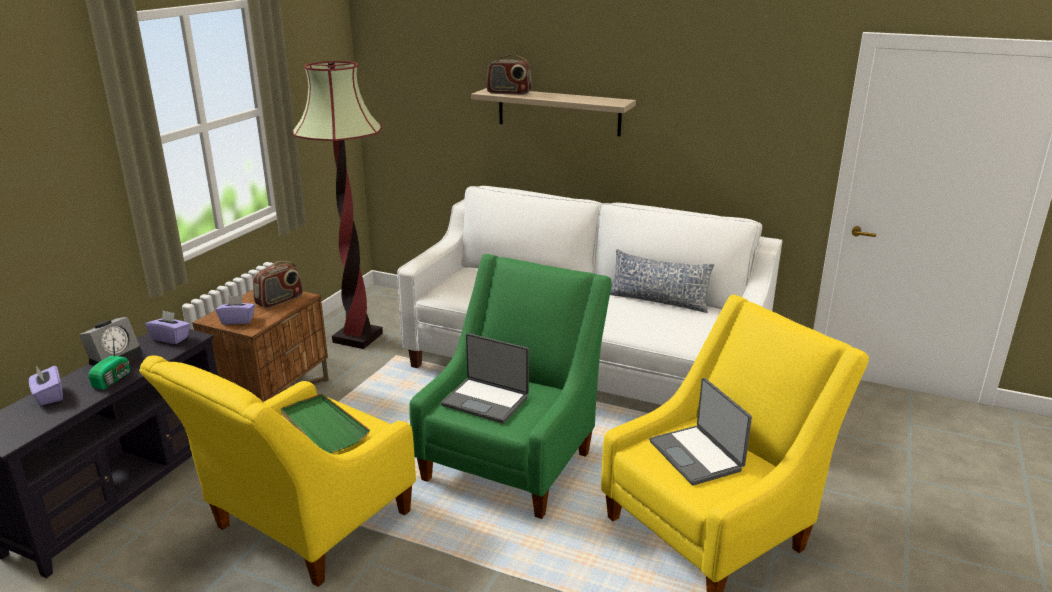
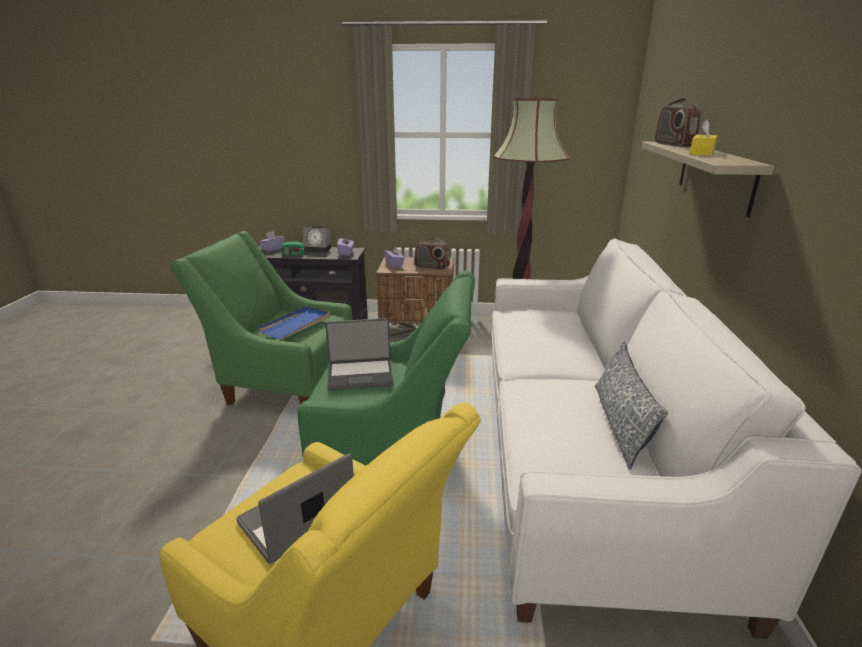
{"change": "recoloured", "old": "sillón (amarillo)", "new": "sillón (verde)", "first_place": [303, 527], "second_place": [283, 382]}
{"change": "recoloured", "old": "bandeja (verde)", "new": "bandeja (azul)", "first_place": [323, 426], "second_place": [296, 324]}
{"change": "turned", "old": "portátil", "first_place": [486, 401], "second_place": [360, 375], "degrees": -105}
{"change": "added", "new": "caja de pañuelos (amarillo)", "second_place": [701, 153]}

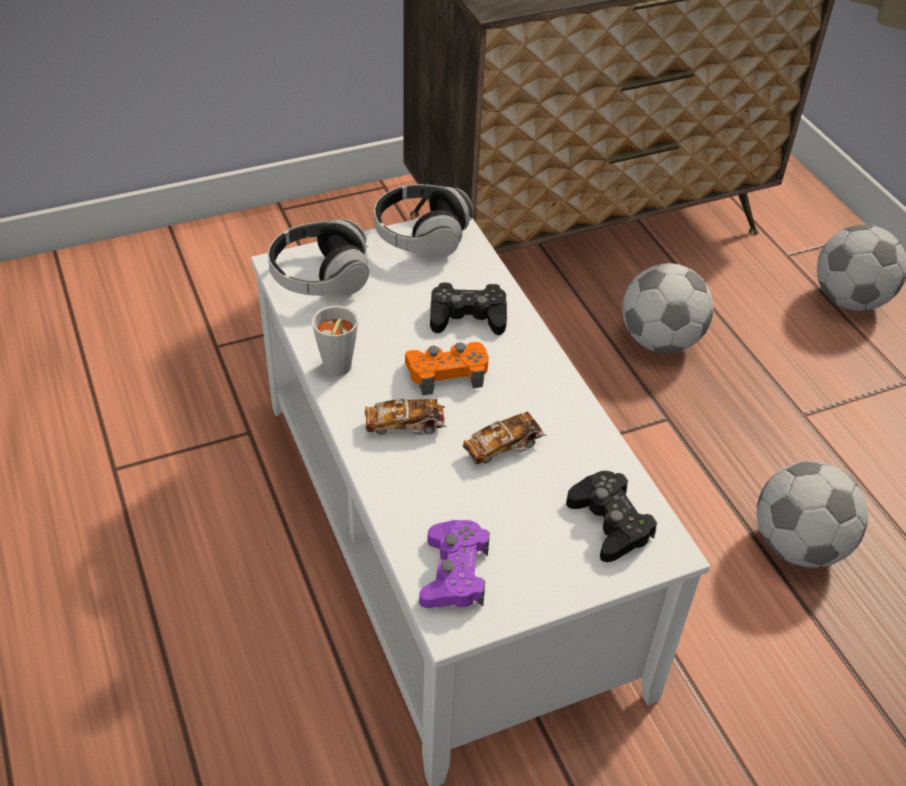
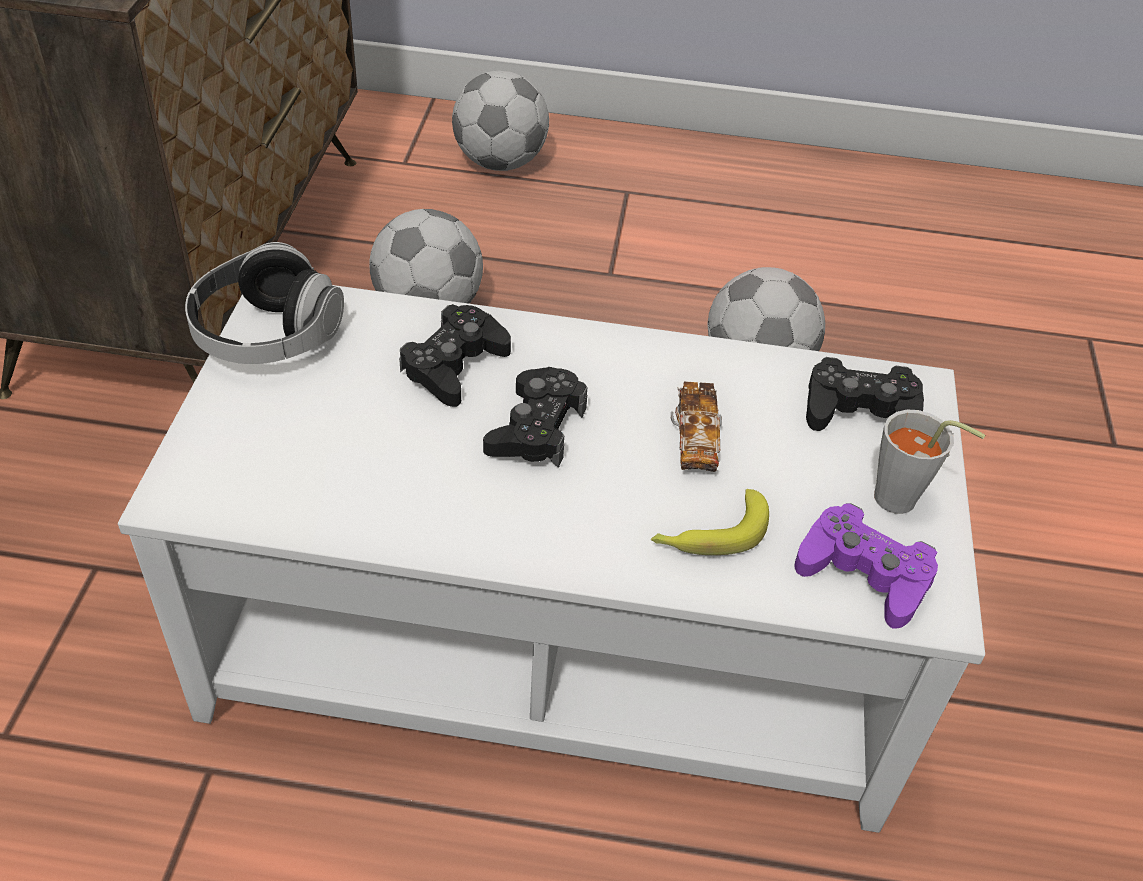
{"change": "removed", "old": "auriculares", "first_place": [320, 277]}
{"change": "moved", "old": "taza (gris)", "first_place": [336, 371], "second_place": [904, 503]}
{"change": "removed", "old": "coche de juguete", "first_place": [405, 426]}
{"change": "recoloured", "old": "mando de consola (naranja)", "new": "mando de consola (negro)", "first_place": [447, 373], "second_place": [536, 428]}
{"change": "added", "new": "plátano", "second_place": [709, 534]}

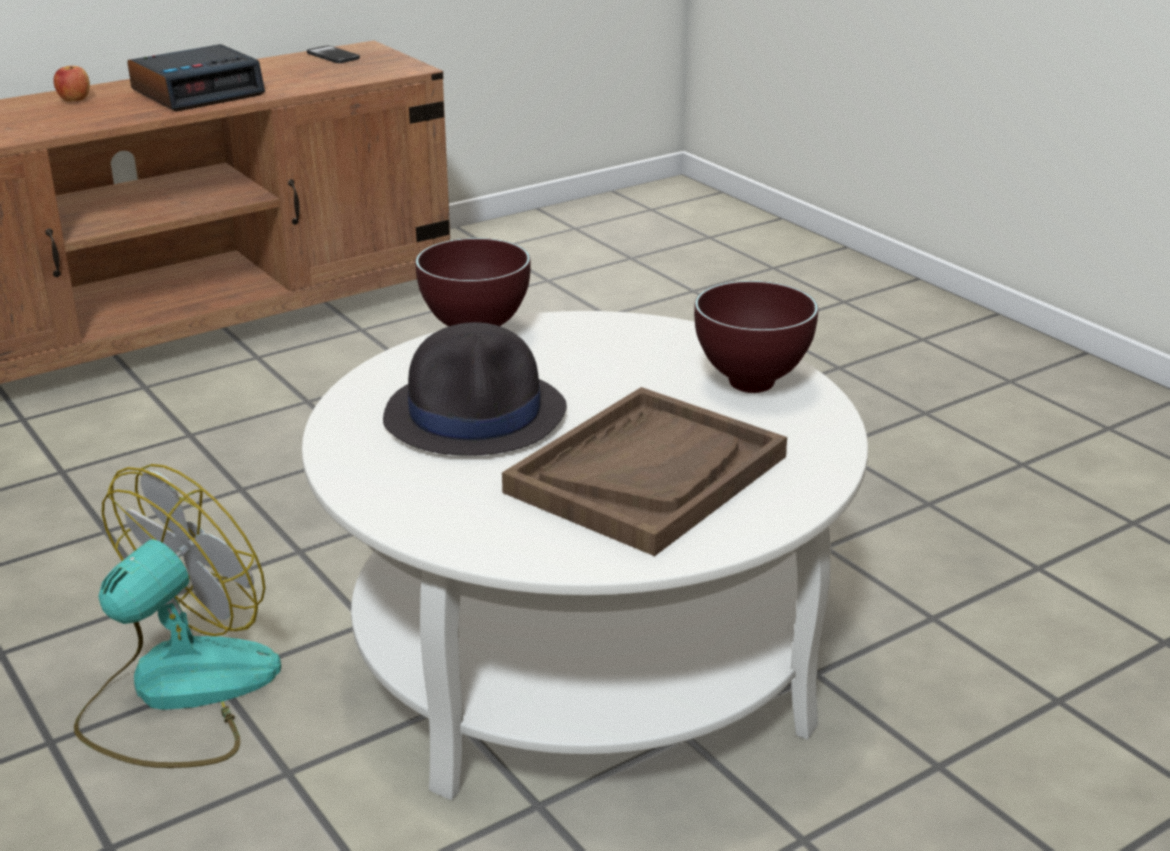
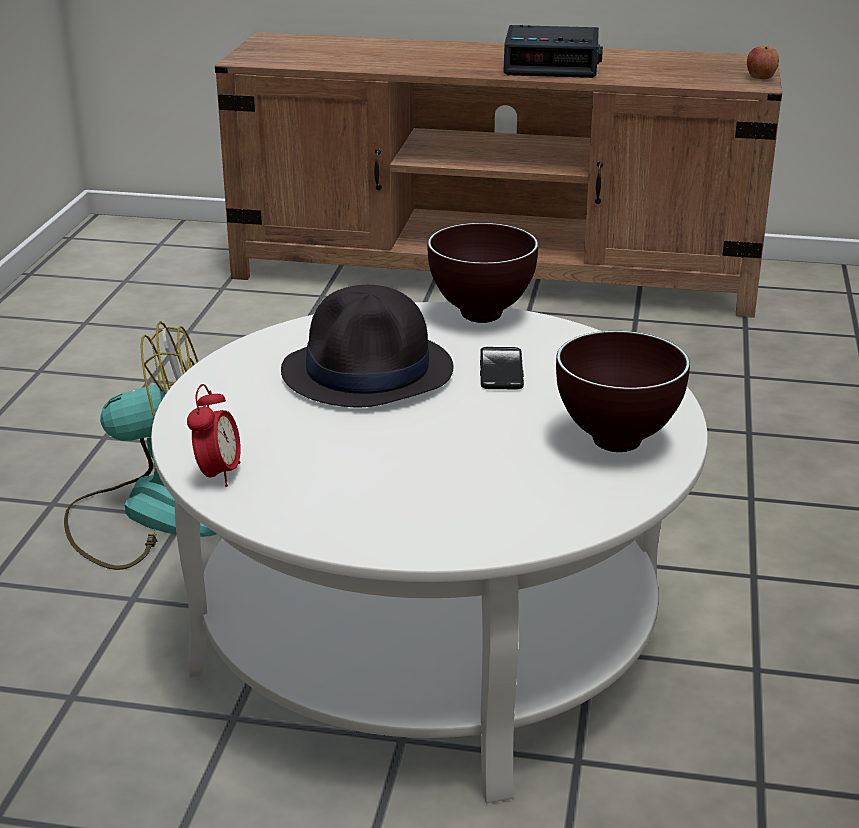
{"change": "moved", "old": "manzana", "first_place": [74, 100], "second_place": [760, 78]}
{"change": "moved", "old": "móvil", "first_place": [333, 56], "second_place": [501, 370]}
{"change": "removed", "old": "bandeja (marrón)", "first_place": [647, 474]}
{"change": "added", "new": "despertador", "second_place": [218, 474]}

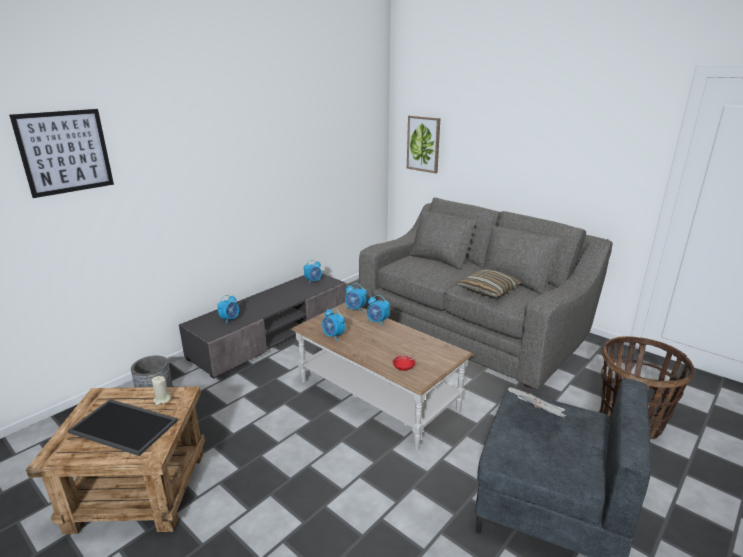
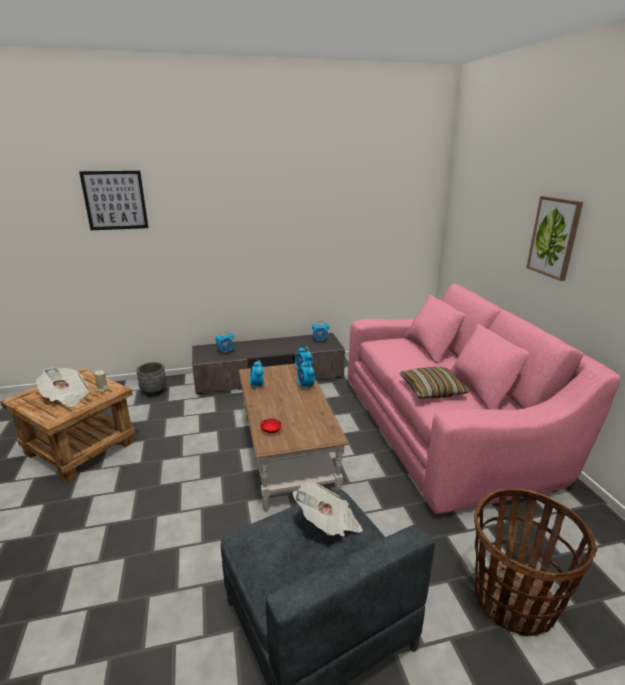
{"change": "replaced", "old": "bandeja", "new": "periódico", "first_place": [125, 426], "second_place": [66, 397]}
{"change": "recoloured", "old": "sofá (gris)", "new": "sofá (rosa)", "first_place": [471, 327], "second_place": [445, 429]}
{"change": "moved", "old": "cuadro", "first_place": [423, 144], "second_place": [554, 237]}

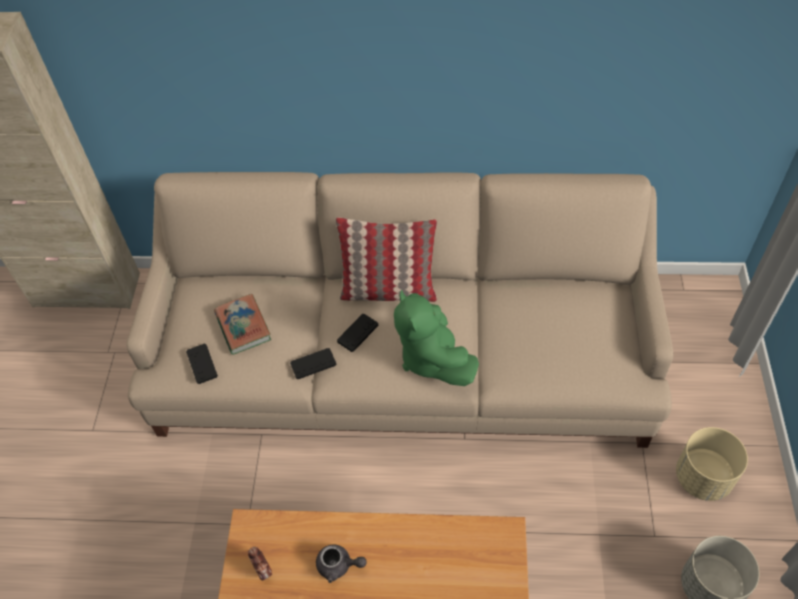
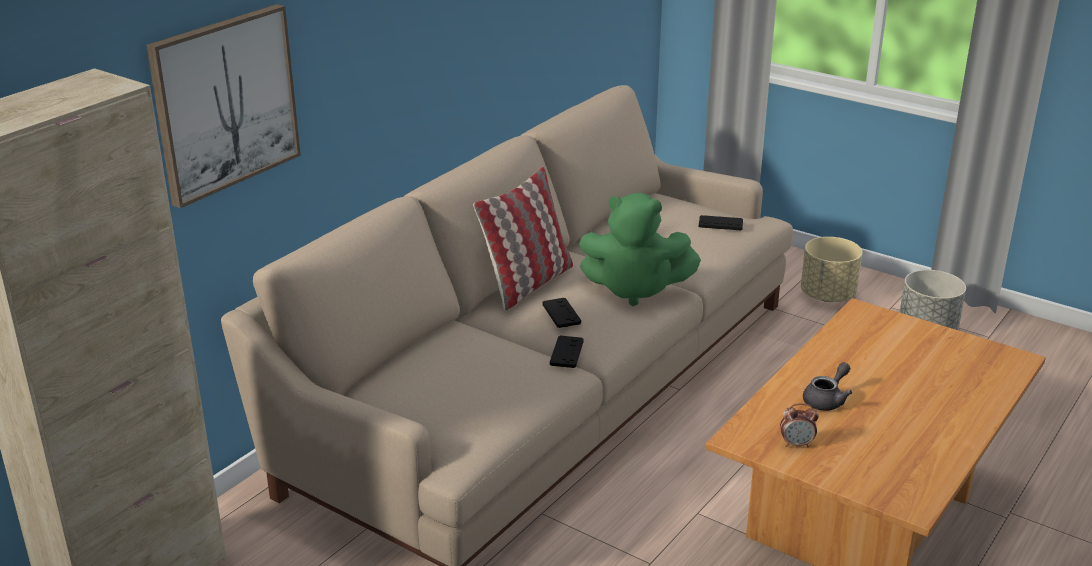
{"change": "moved", "old": "mando de consola (negro)", "first_place": [202, 364], "second_place": [720, 224]}
{"change": "removed", "old": "libro", "first_place": [243, 326]}
{"change": "added", "new": "cuadro", "second_place": [225, 103]}

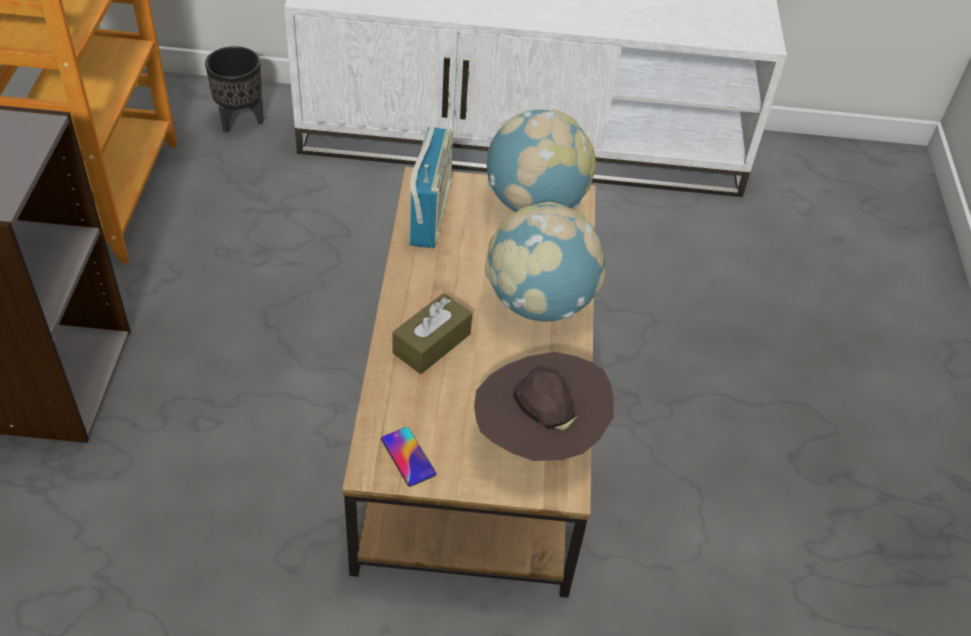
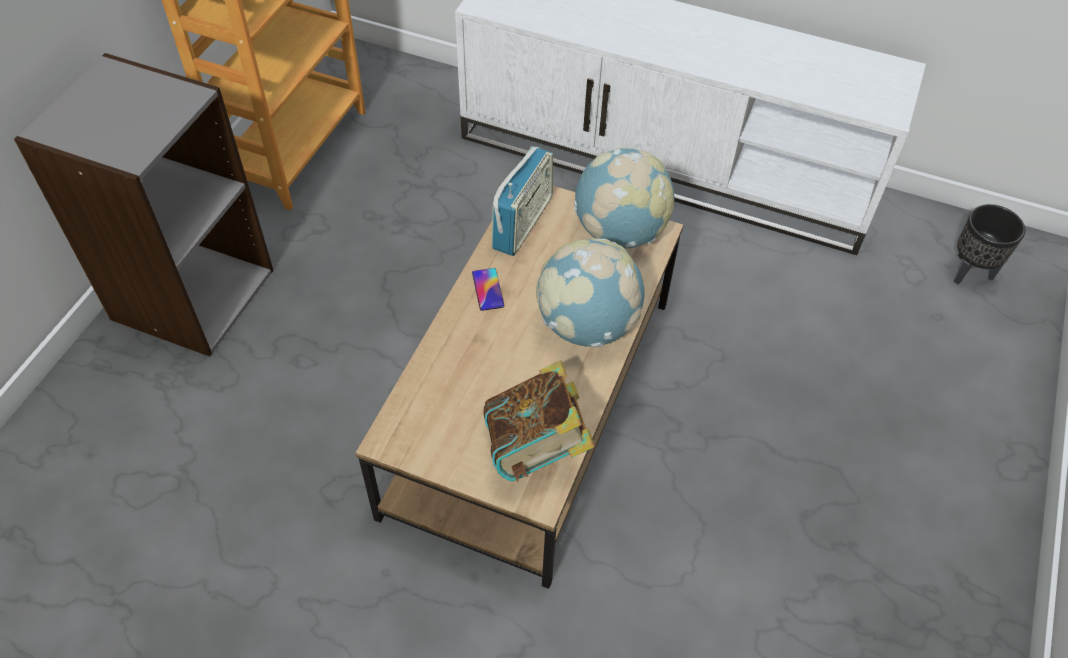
{"change": "moved", "old": "maceta (negro)", "first_place": [240, 120], "second_place": [969, 271]}
{"change": "moved", "old": "móvil", "first_place": [408, 456], "second_place": [488, 289]}
{"change": "removed", "old": "caja de pañuelos (marrón)", "first_place": [432, 343]}
{"change": "replaced", "old": "sombrero (marrón)", "new": "libro", "first_place": [538, 436], "second_place": [536, 447]}

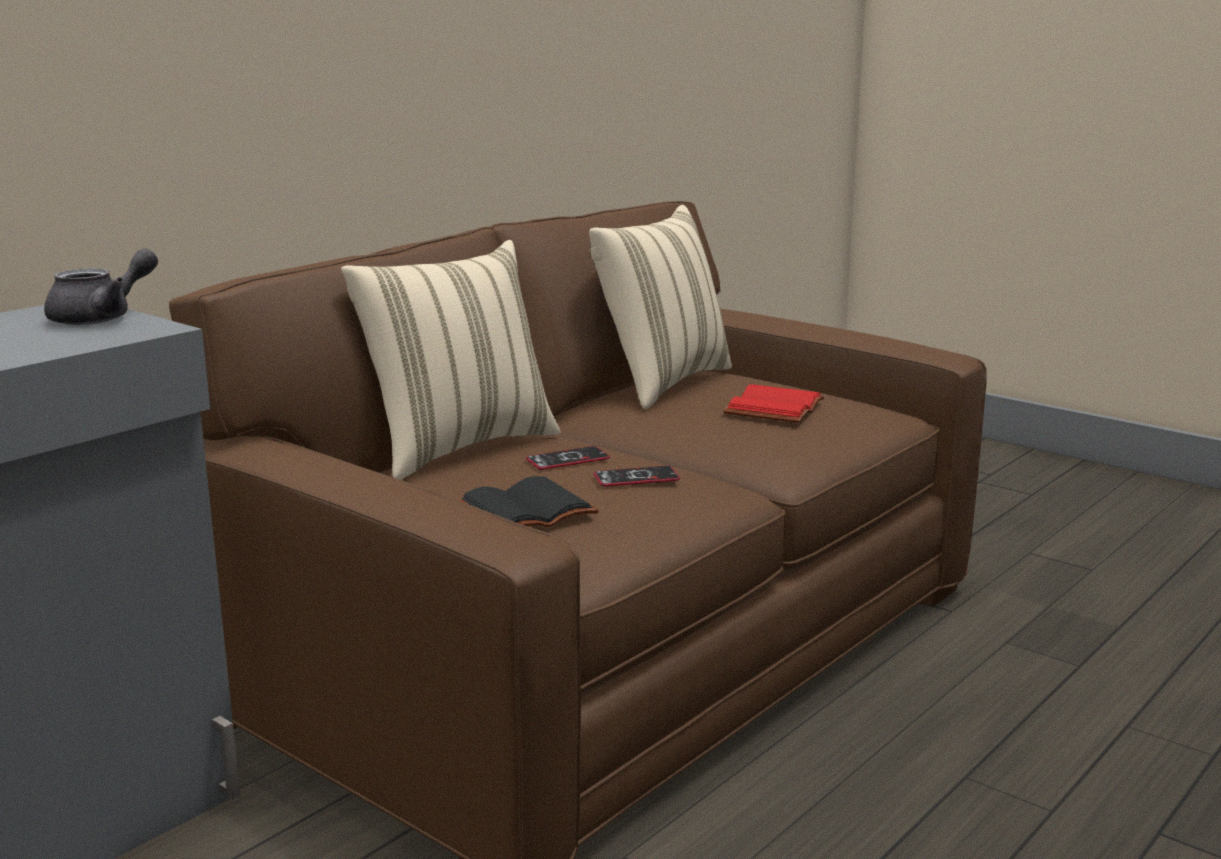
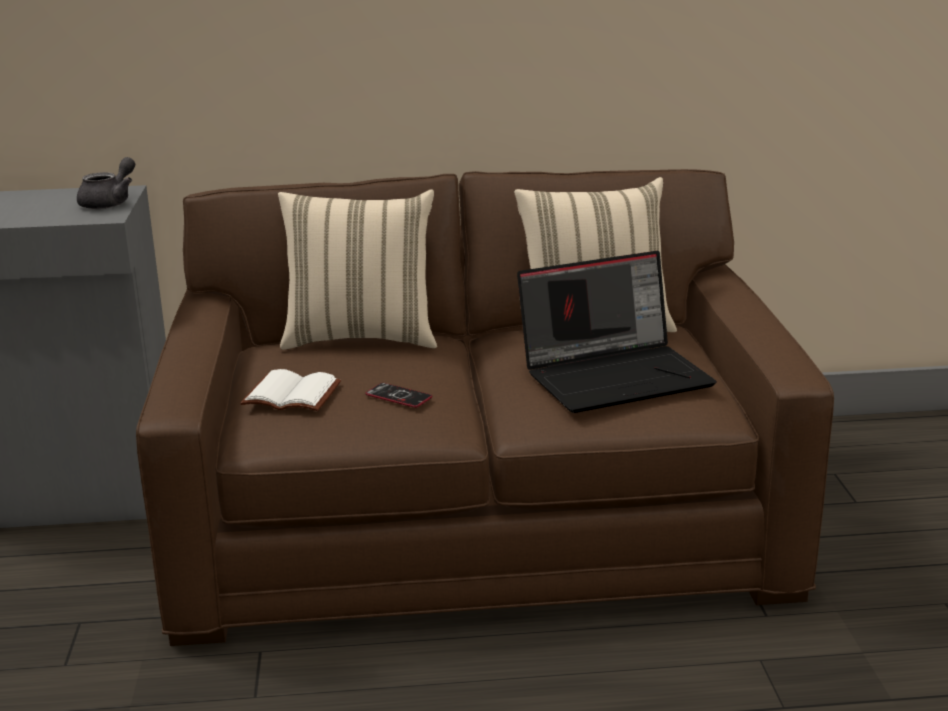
{"change": "turned", "old": "tetera (gris)", "first_place": [102, 317], "second_place": [110, 203], "degrees": -60}
{"change": "recoloured", "old": "libro (negro)", "new": "libro (blanco)", "first_place": [526, 513], "second_place": [289, 396]}
{"change": "removed", "old": "móvil", "first_place": [568, 460]}
{"change": "replaced", "old": "libro (rojo)", "new": "portátil", "first_place": [772, 407], "second_place": [616, 375]}

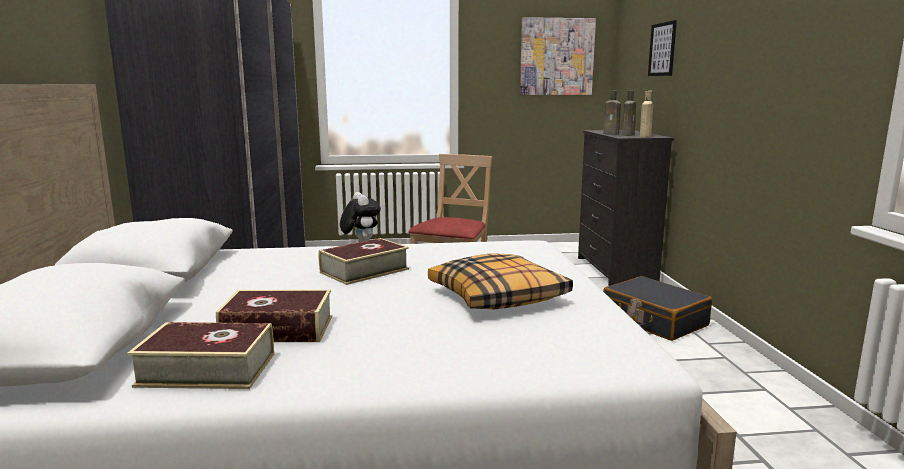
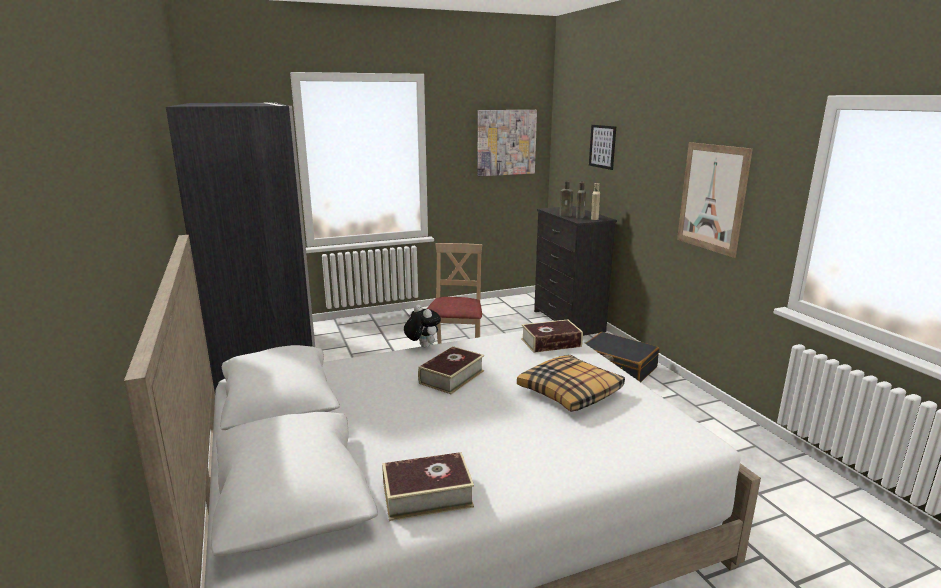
{"change": "moved", "old": "libro", "first_place": [278, 329], "second_place": [551, 343]}
{"change": "added", "new": "cuadro", "second_place": [712, 198]}

